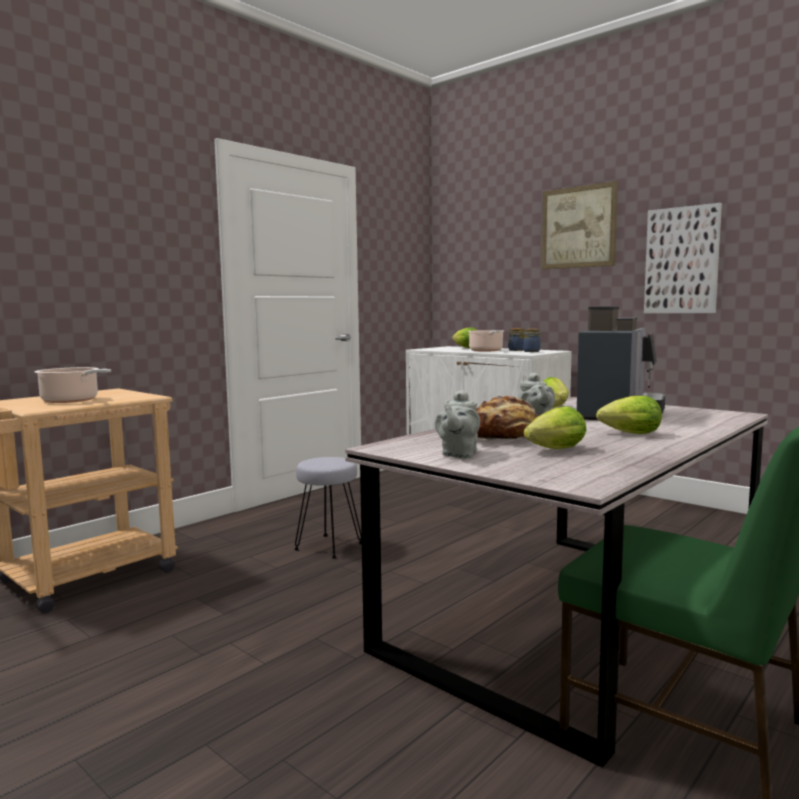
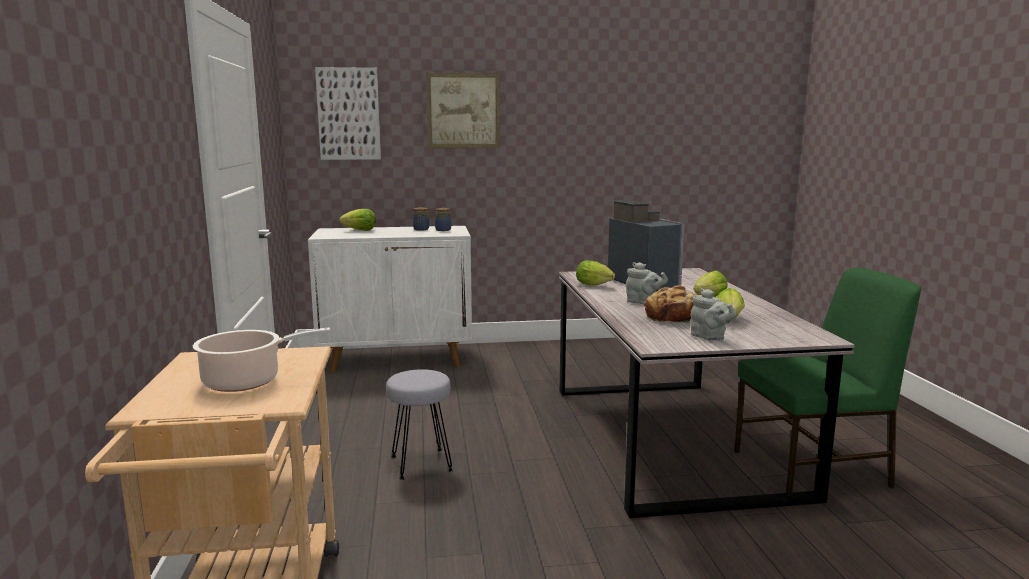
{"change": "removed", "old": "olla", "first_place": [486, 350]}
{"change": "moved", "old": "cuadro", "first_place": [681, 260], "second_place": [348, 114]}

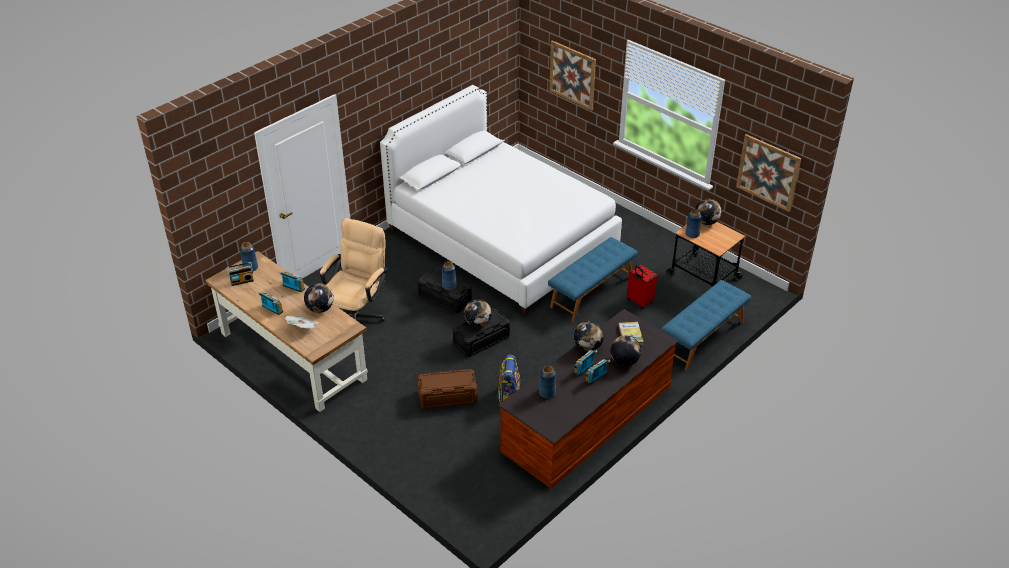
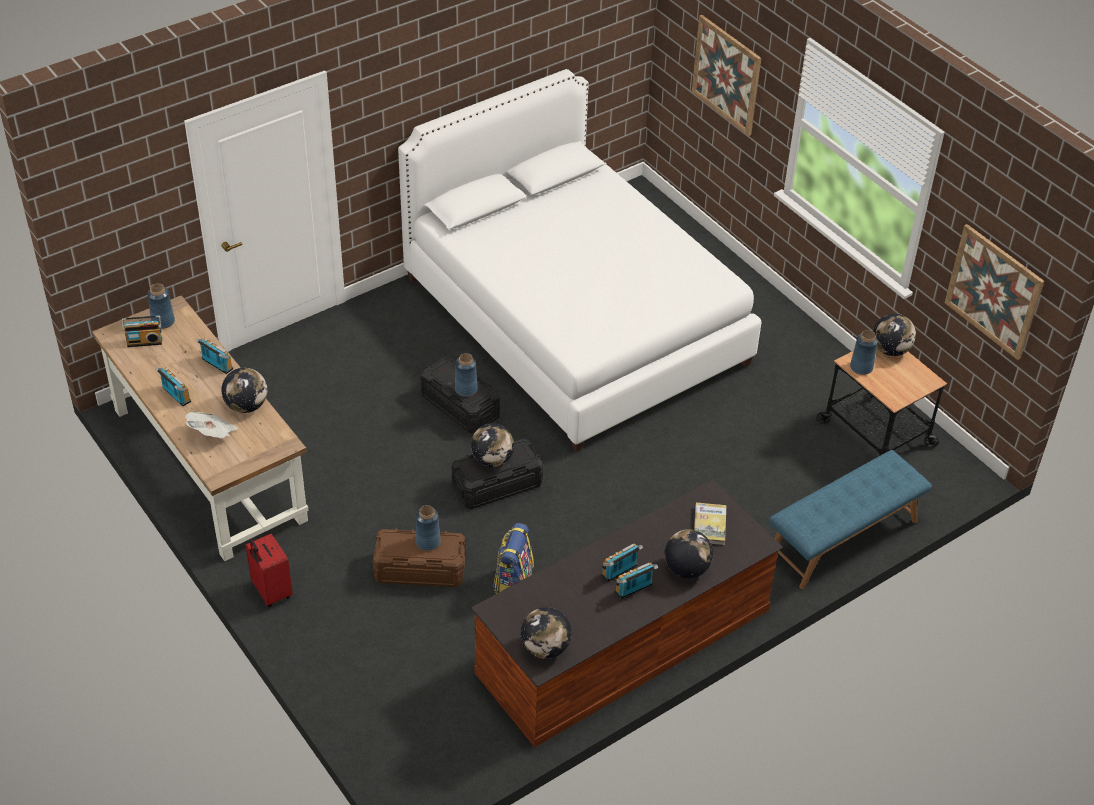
{"change": "removed", "old": "silla de oficina (beis)", "first_place": [358, 314]}
{"change": "moved", "old": "florero (azul)", "first_place": [547, 392], "second_place": [428, 542]}
{"change": "removed", "old": "banco (azul)", "first_place": [591, 291]}
{"change": "moved", "old": "globo terráqueo", "first_place": [588, 347], "second_place": [545, 648]}
{"change": "moved", "old": "maleta (rojo)", "first_place": [639, 301], "second_place": [271, 592]}

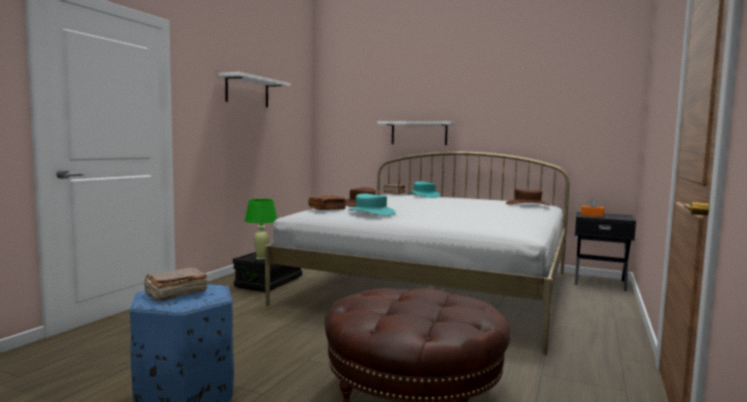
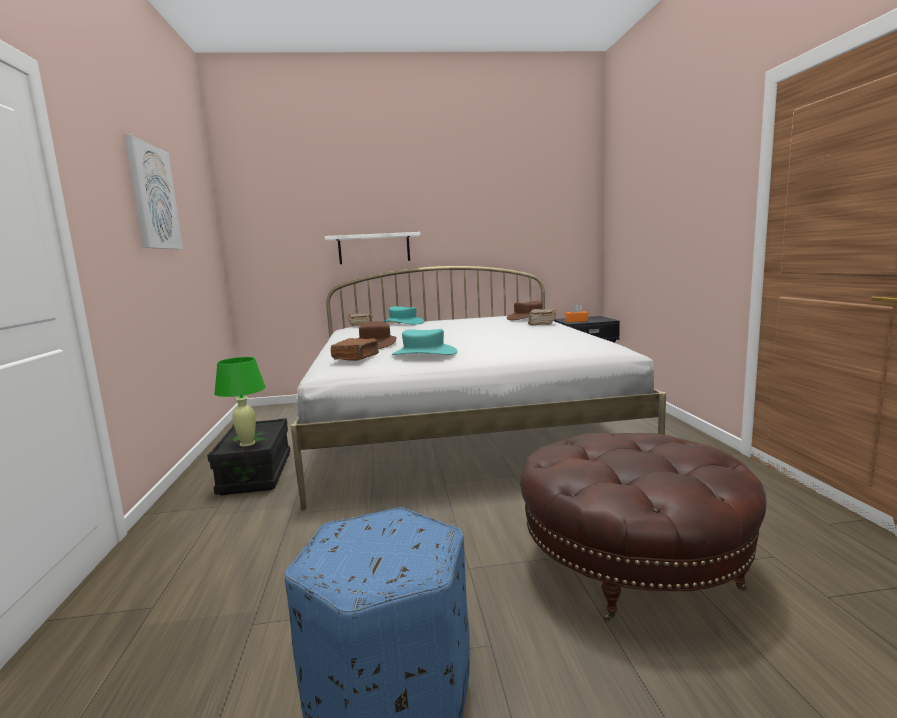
{"change": "moved", "old": "libro (marrón)", "first_place": [175, 294], "second_place": [542, 323]}
{"change": "replaced", "old": "estante (blanco)", "new": "cuadro", "first_place": [247, 91], "second_place": [153, 197]}

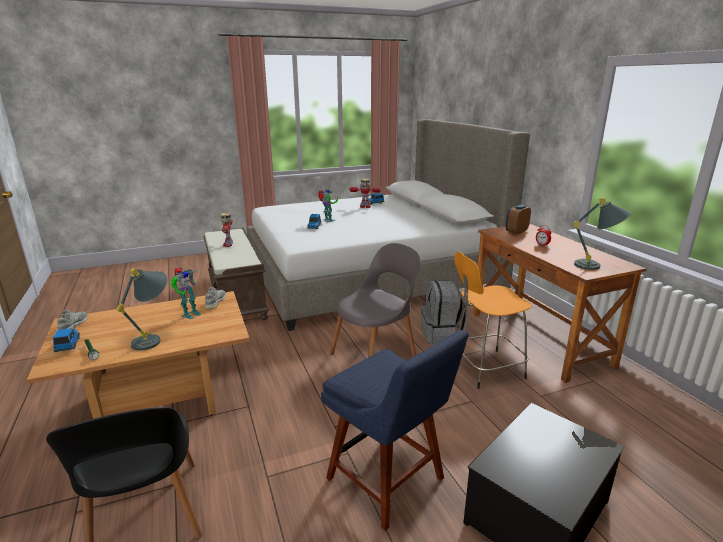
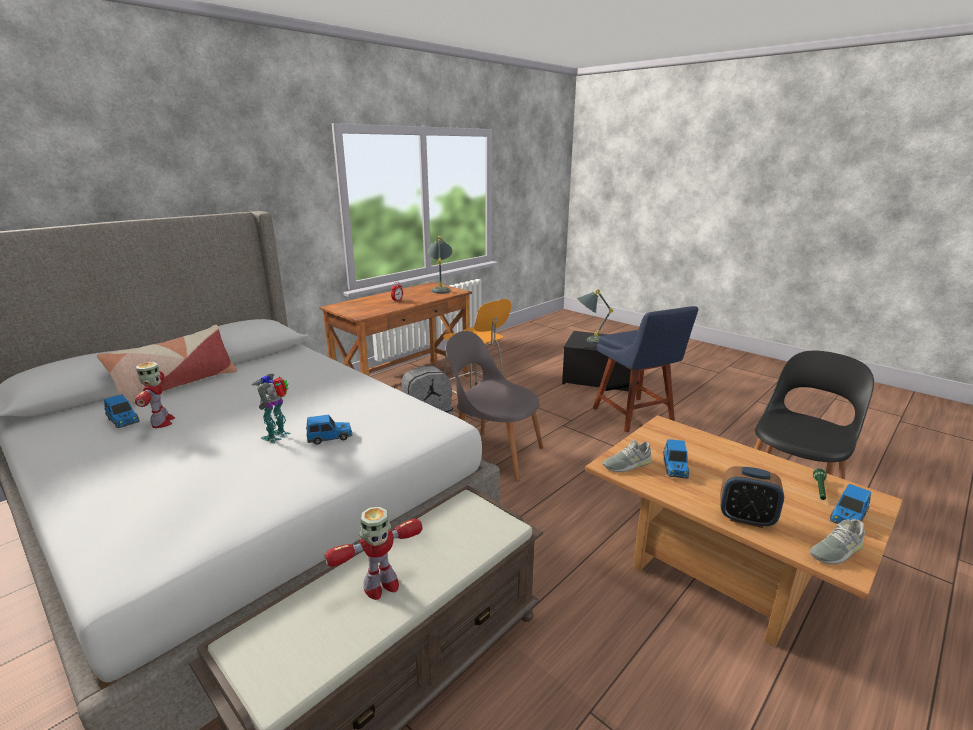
{"change": "moved", "old": "lámpara de mesa (gris)", "first_place": [154, 338], "second_place": [588, 340]}
{"change": "replaced", "old": "robot de juguete", "new": "coche de juguete", "first_place": [189, 314], "second_place": [675, 468]}
{"change": "turned", "old": "silla (azul)", "first_place": [389, 482], "second_place": [635, 416], "degrees": 135}
{"change": "moved", "old": "despertador", "first_place": [516, 232], "second_place": [745, 518]}
{"change": "added", "new": "cojín", "second_place": [177, 385]}

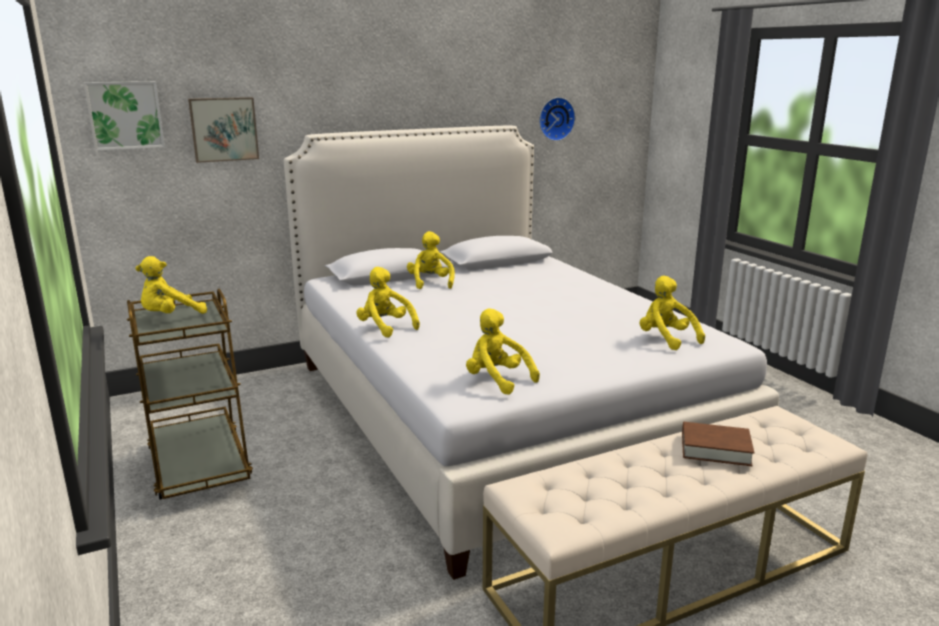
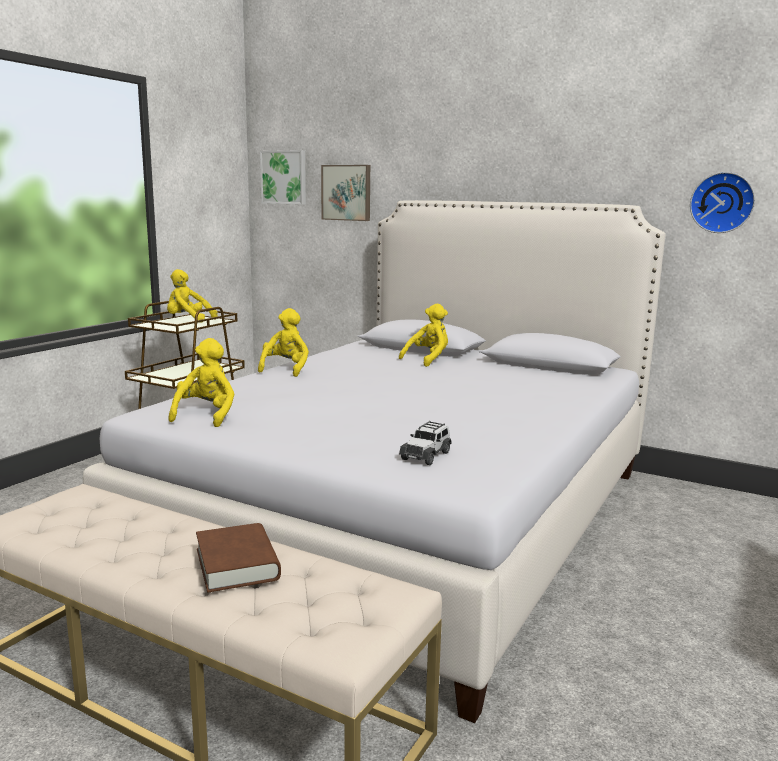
{"change": "replaced", "old": "peluche (amarillo)", "new": "coche de juguete", "first_place": [666, 339], "second_place": [426, 455]}

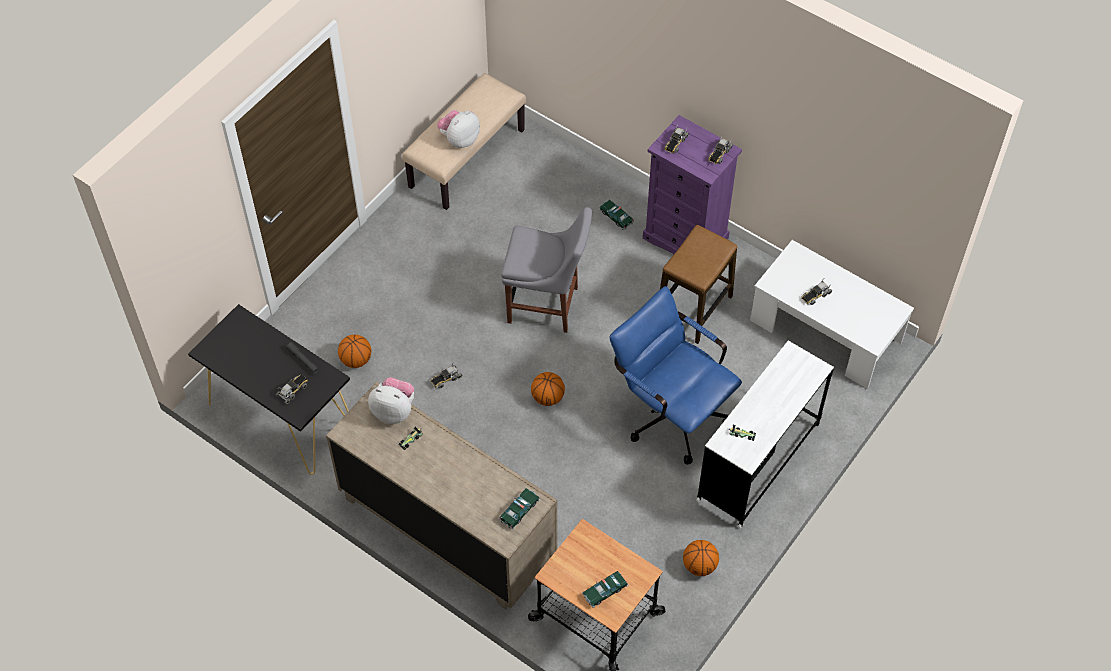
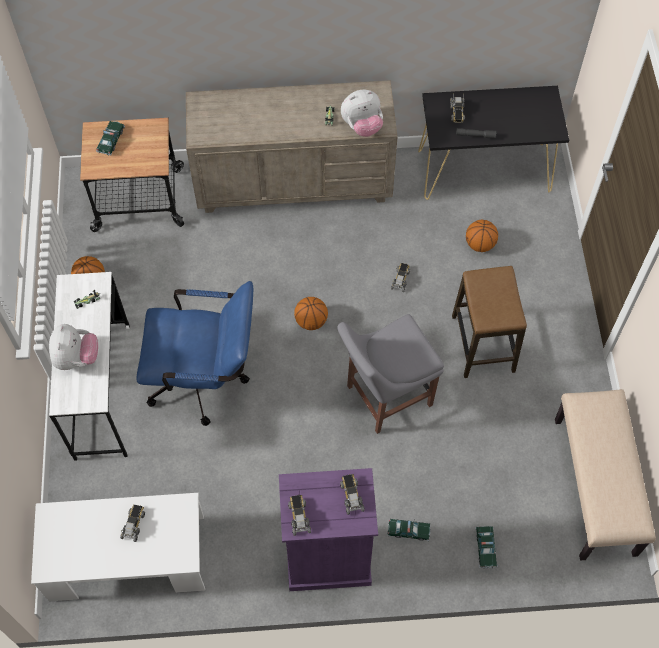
{"change": "moved", "old": "peluche", "first_place": [459, 139], "second_place": [76, 358]}
{"change": "moved", "old": "coche de juguete", "first_place": [519, 510], "second_place": [485, 548]}
{"change": "moved", "old": "taburete", "first_place": [694, 308], "second_place": [483, 344]}

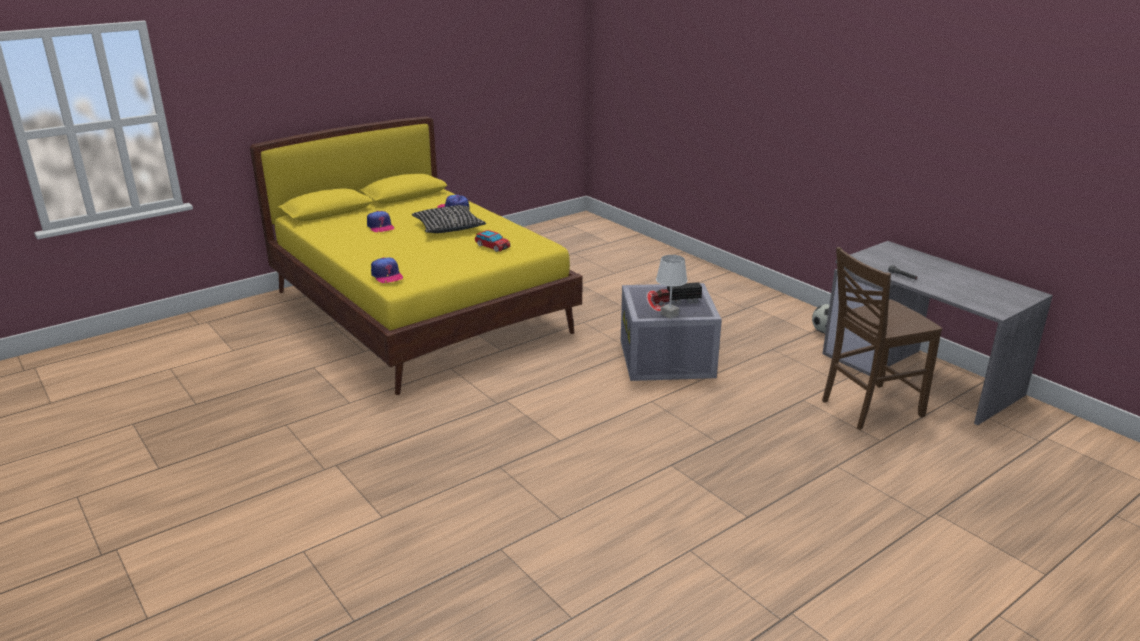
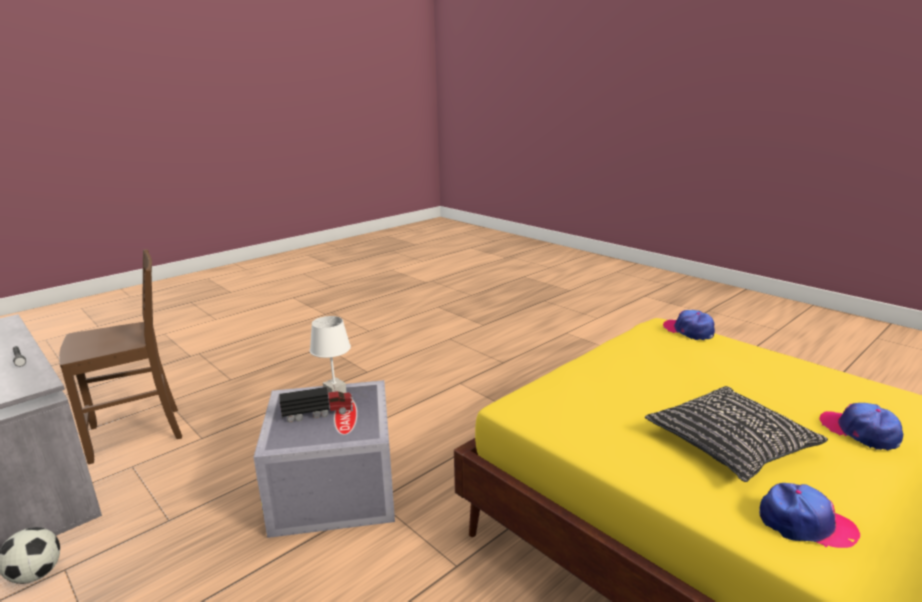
{"change": "removed", "old": "coche de juguete", "first_place": [492, 246]}

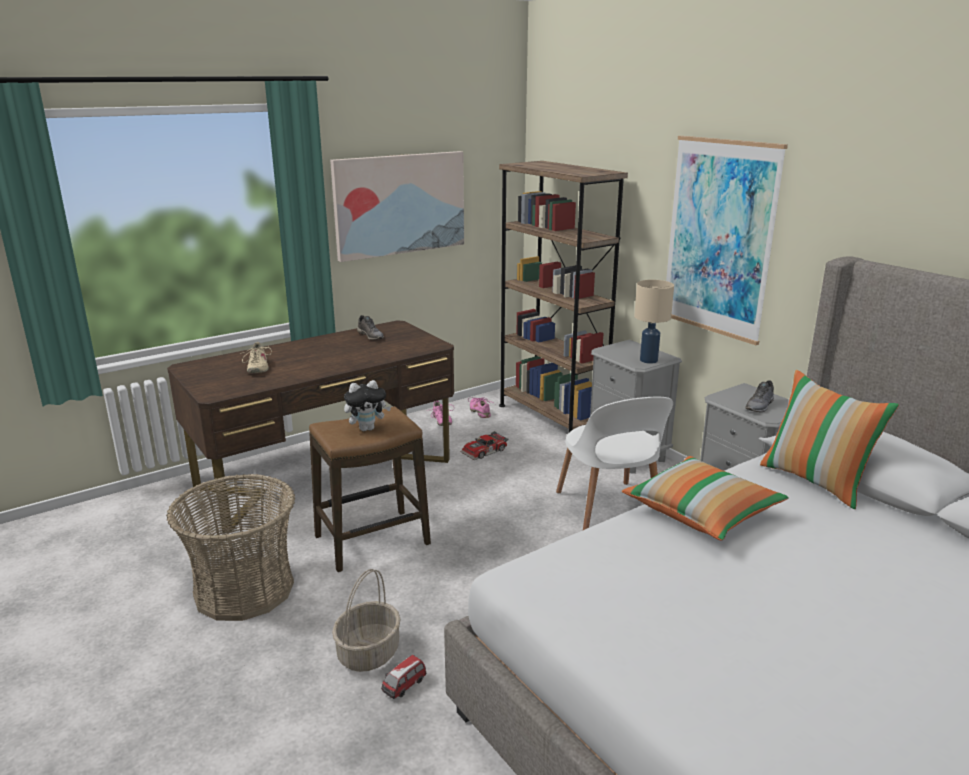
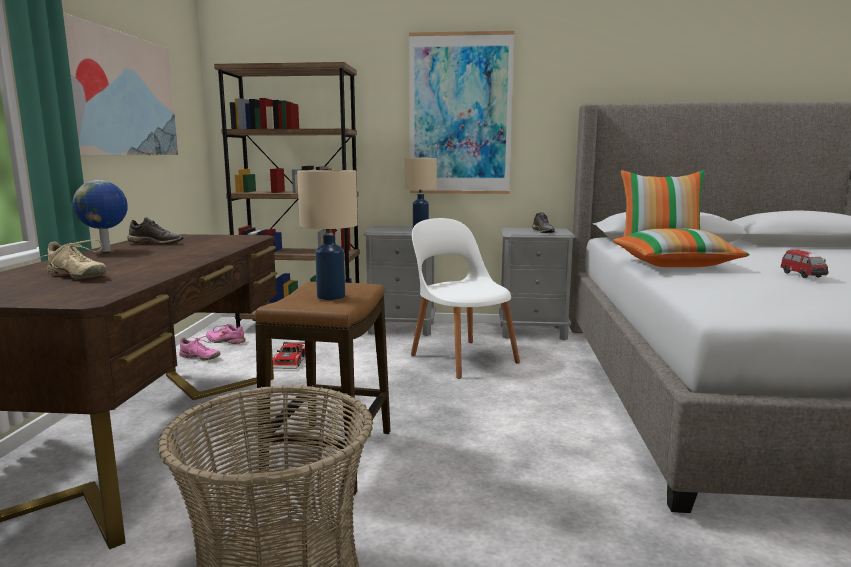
{"change": "removed", "old": "cesta", "first_place": [368, 652]}
{"change": "replaced", "old": "peluche", "new": "lámpara de mesa (beis)", "first_place": [367, 428], "second_place": [331, 296]}
{"change": "moved", "old": "coche de juguete", "first_place": [404, 686], "second_place": [803, 275]}
{"change": "turned", "old": "silla (blanco)", "first_place": [608, 510], "second_place": [461, 357], "degrees": -150}
{"change": "added", "new": "globo terráqueo", "second_place": [106, 251]}

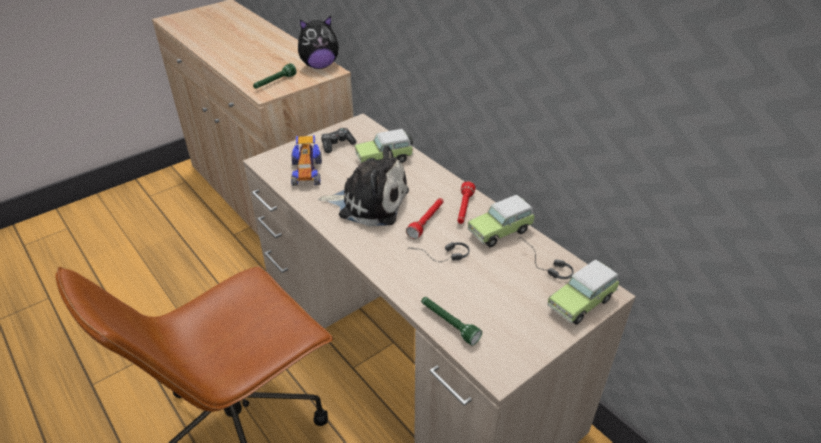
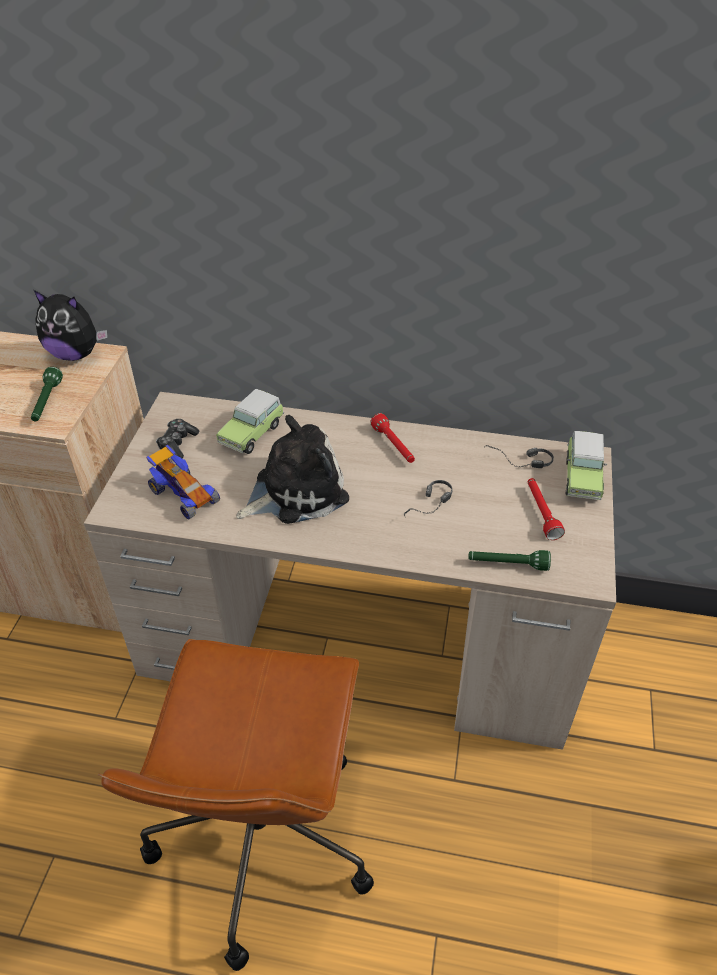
{"change": "turned", "old": "peluche", "first_place": [319, 66], "second_place": [76, 354], "degrees": 75}
{"change": "moved", "old": "linterna (rojo)", "first_place": [427, 221], "second_place": [541, 513]}
{"change": "removed", "old": "coche de juguete", "first_place": [501, 231]}

